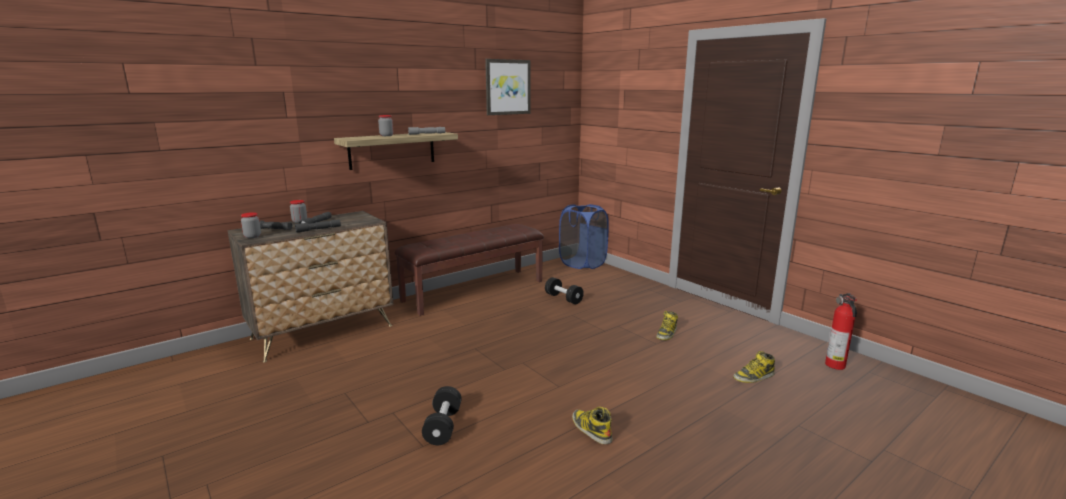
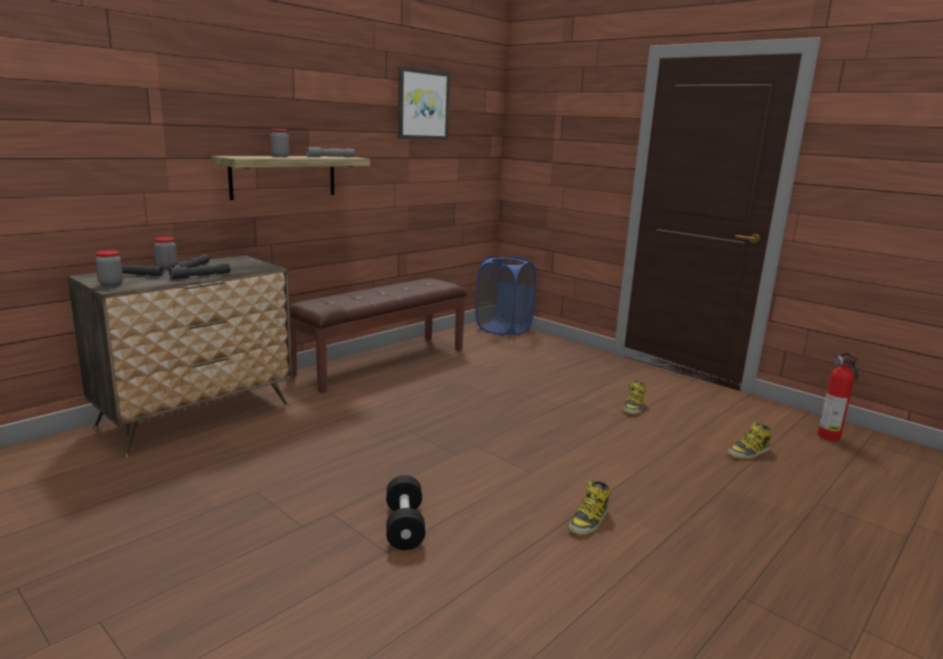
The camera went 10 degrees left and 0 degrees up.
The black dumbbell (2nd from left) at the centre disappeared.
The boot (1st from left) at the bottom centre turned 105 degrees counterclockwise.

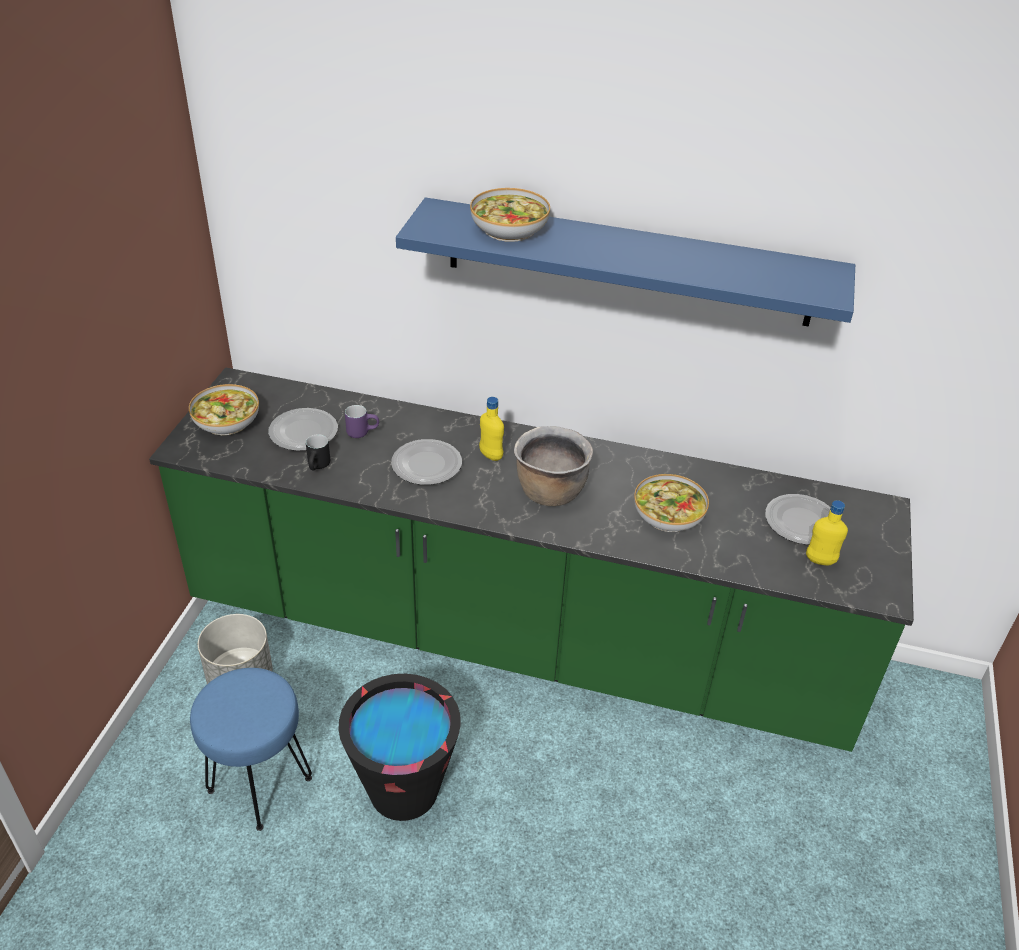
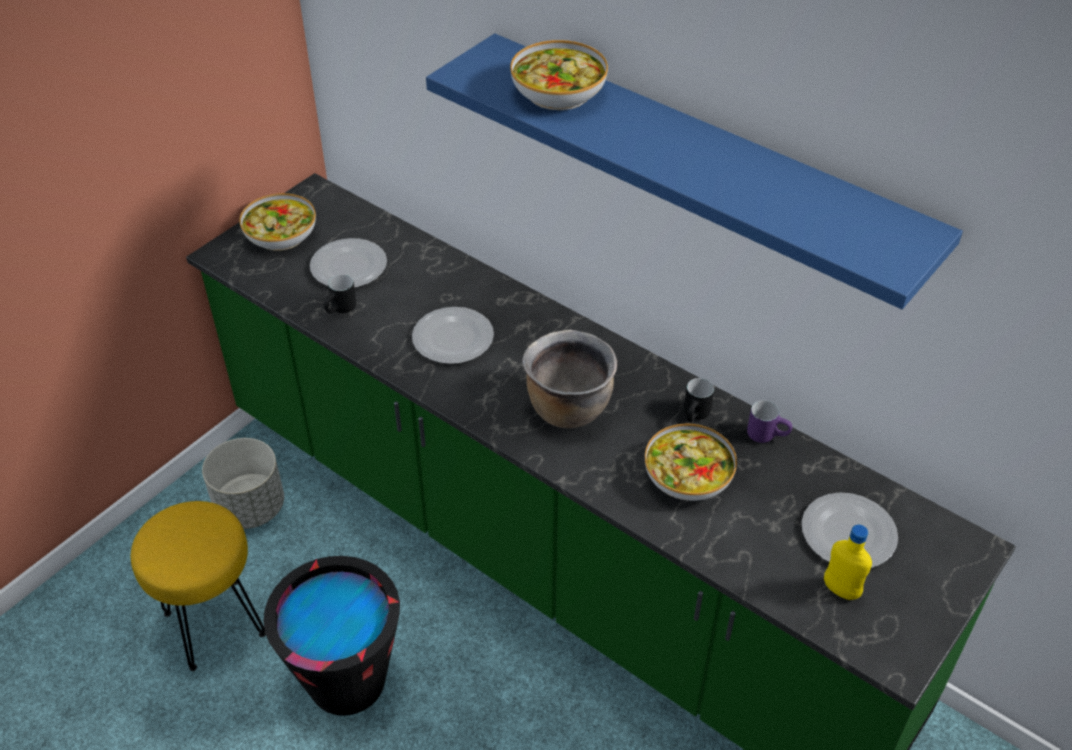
The camera went 25 degrees right and 5 degrees up.
The yellow bottle (1st from left) at the centre disappeared.
The black mug (2nd from left) at the centre appeared.
The purple mug moved from the centre to the middle right.
The blue stool at the bottom left became the yellow stool at the bottom left.

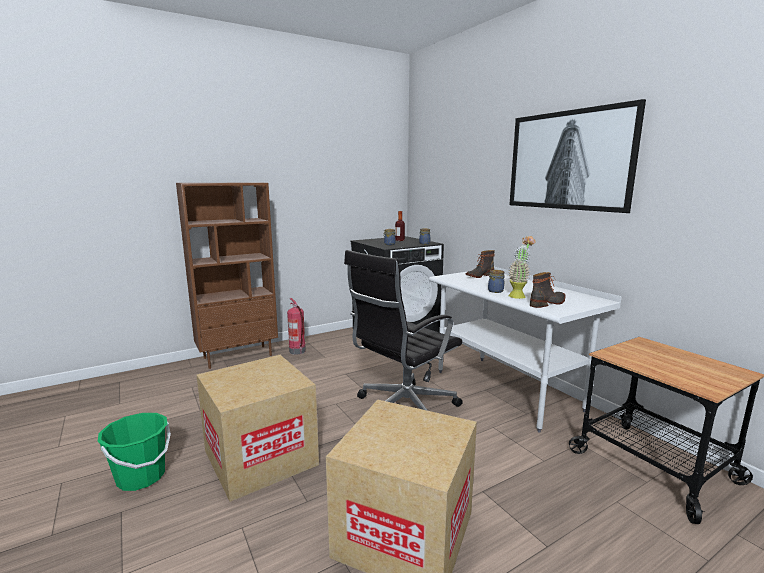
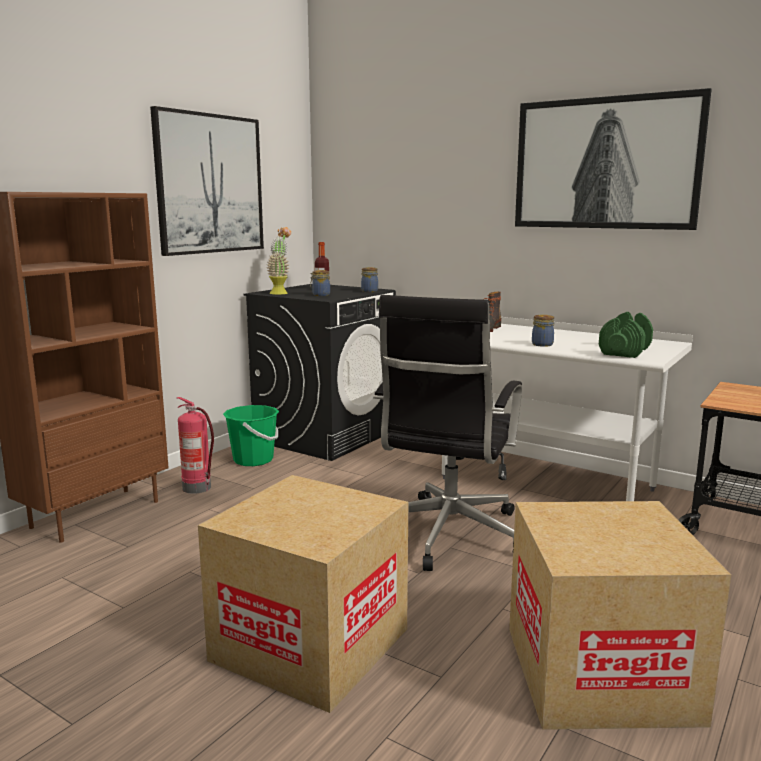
The camera went 25 degrees left and 0 degrees up.
The picture (1st from left) at the top left appeared.
The green bucket moved from the bottom left to the middle left.
The potted plant moved from the middle right to the centre.
The boot (2nd from left) at the middle right was replaced by the green dumbbell at the middle right.

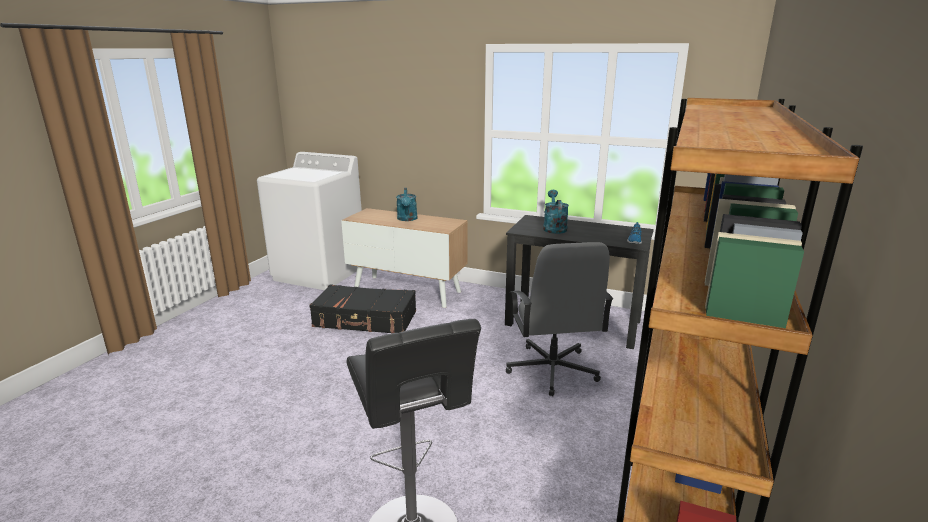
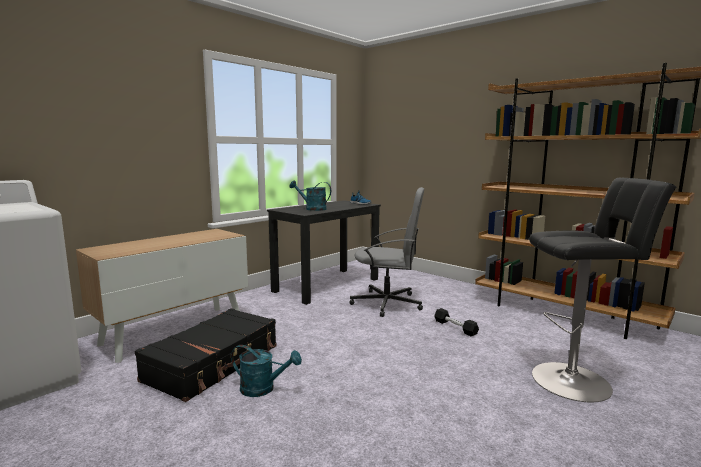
The camera went 70 degrees left and 10 degrees down.
The black dumbbell at the bottom centre appeared.
The turquoise watering can (1st from left) moved from the centre to the bottom centre.

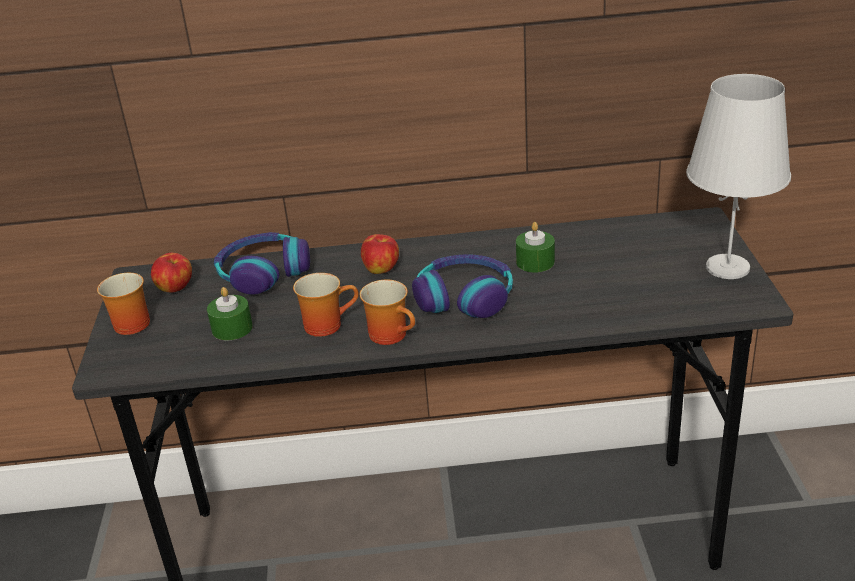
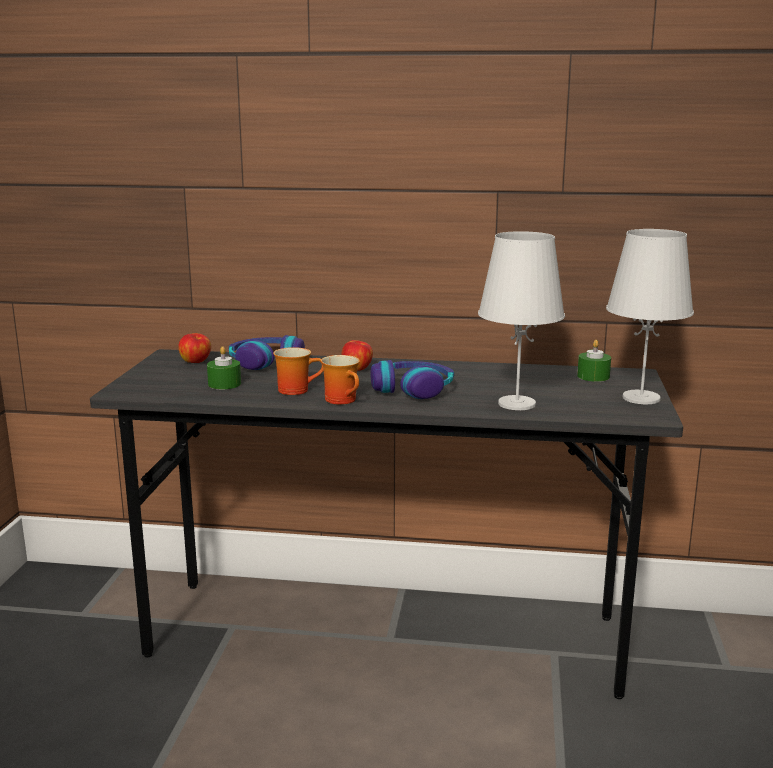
The camera went 10 degrees right and 15 degrees down.
The mug (1st from left) at the middle left disappeared.
The white table lamp (1st from left) at the middle right appeared.
The green candle (2nd from left) moved from the centre to the middle right.

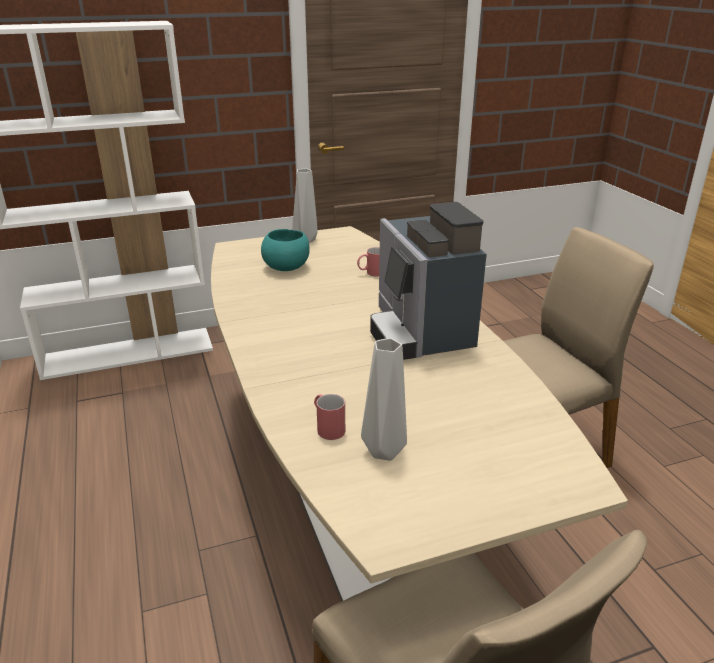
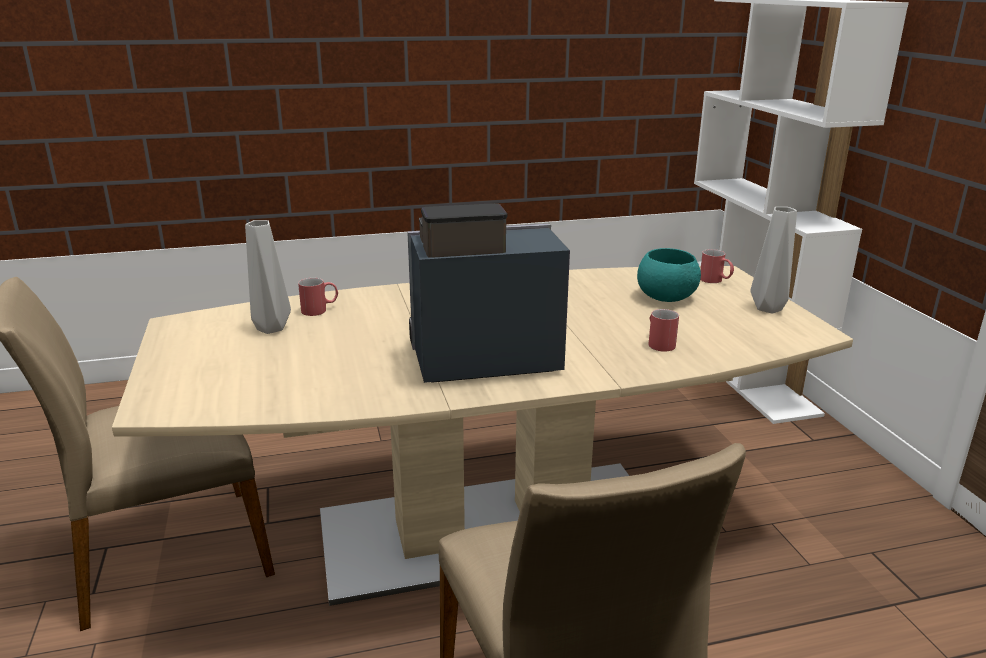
The camera went 95 degrees right and 5 degrees down.
The red mug (3rd from left) at the middle right appeared.

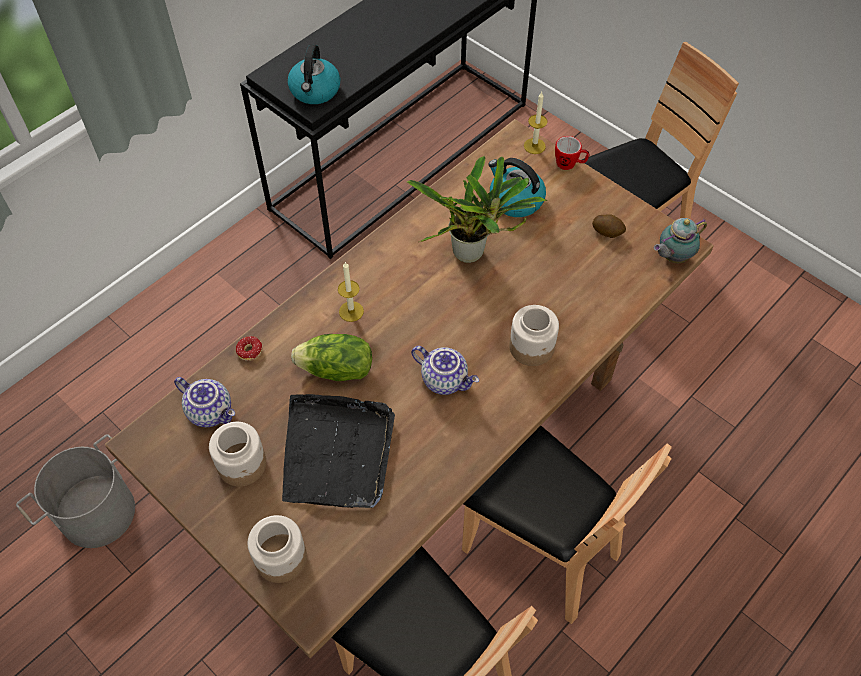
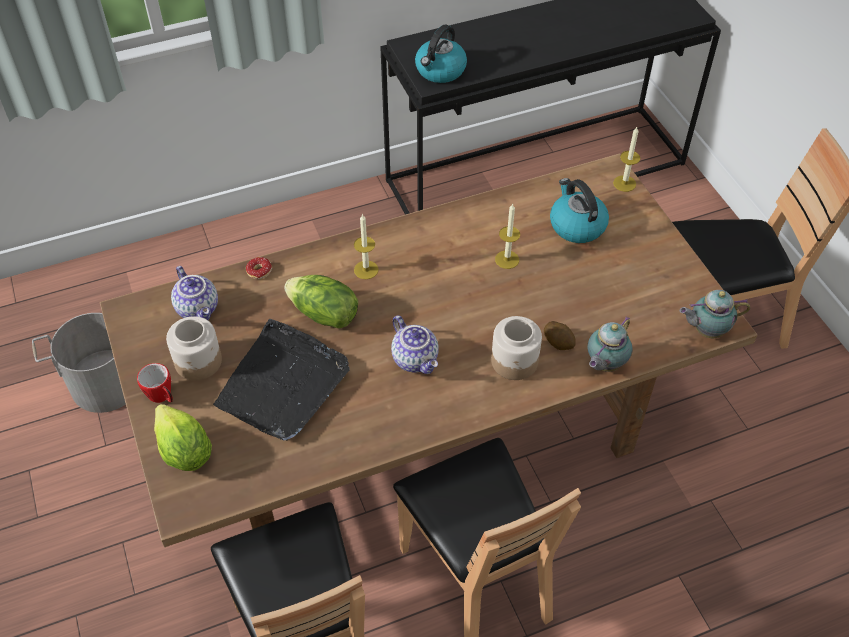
The camera went 25 degrees right and 5 degrees down.
The teapot (3rd from left) at the middle right appeared.
The mug moved from the top centre to the middle left.
The potato moved from the middle right to the centre.
The jar (2nd from left) at the bottom left was replaced by the lettuce (1st from left) at the bottom left.
The potted plant at the top centre was replaced by the candle (2nd from left) at the centre.

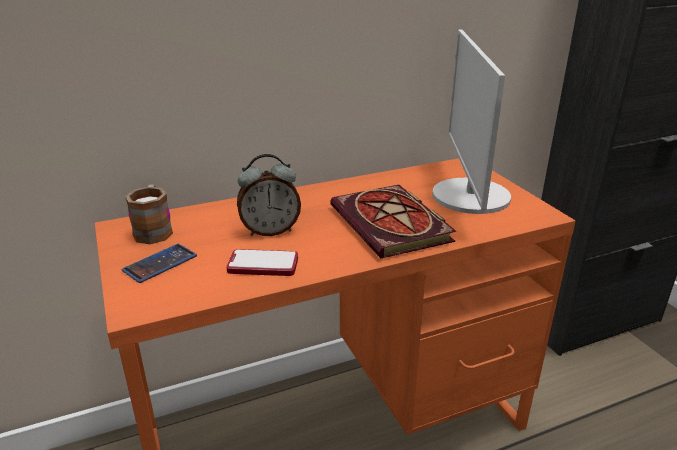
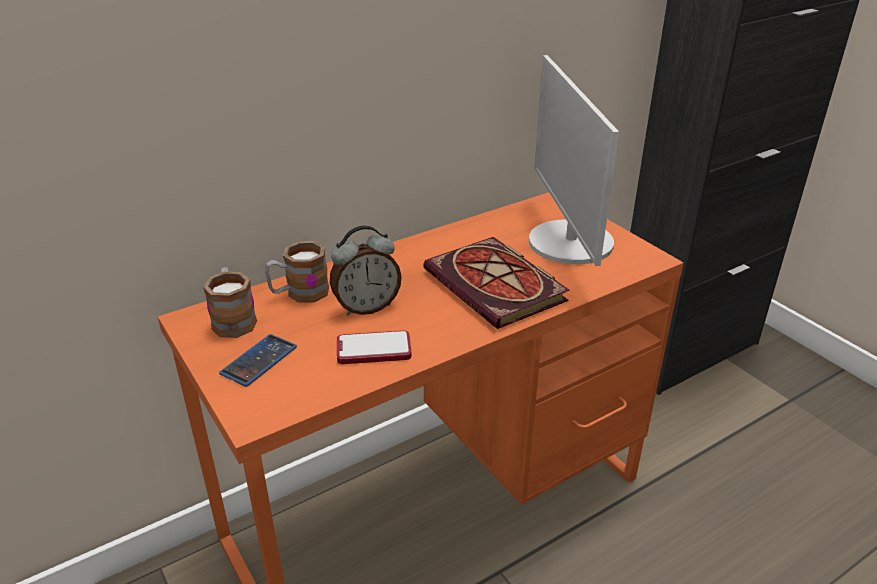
The camera went 10 degrees left and 5 degrees up.
The mug (2nd from left) at the centre appeared.

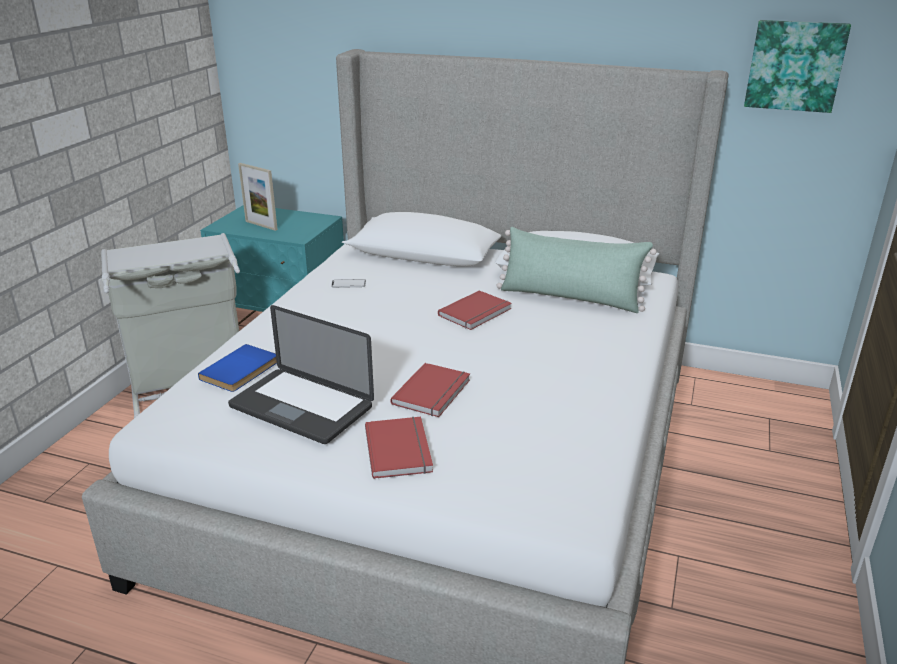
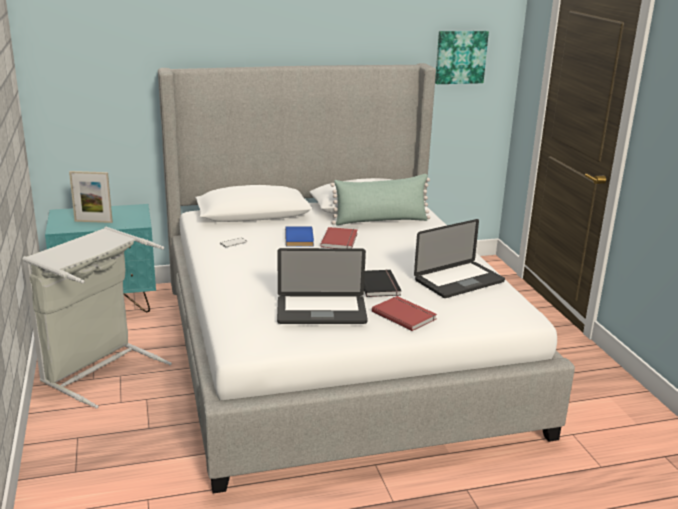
The camera went 35 degrees left and 5 degrees down.
The laptop (2nd from left) at the middle right appeared.
The blue book moved from the middle left to the centre.
The red book (2nd from left) at the centre became the black book at the centre.

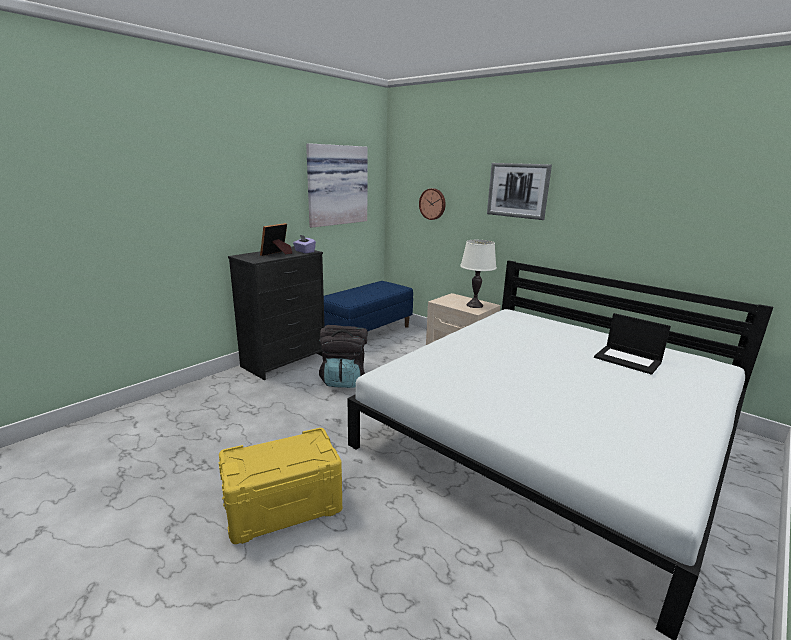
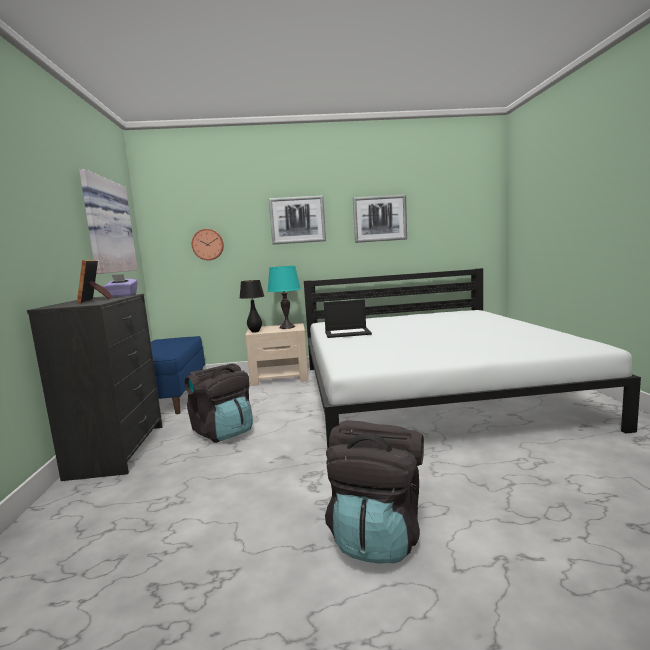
The camera went 45 degrees left and 10 degrees down.
The black table lamp at the centre appeared.
The picture (3rd from left) at the centre appeared.
The laptop moved from the middle right to the centre.
The yellow storage box at the bottom centre was replaced by the black backpack (2nd from left) at the bottom centre.
The white table lamp at the centre became the turquoise table lamp at the centre.

